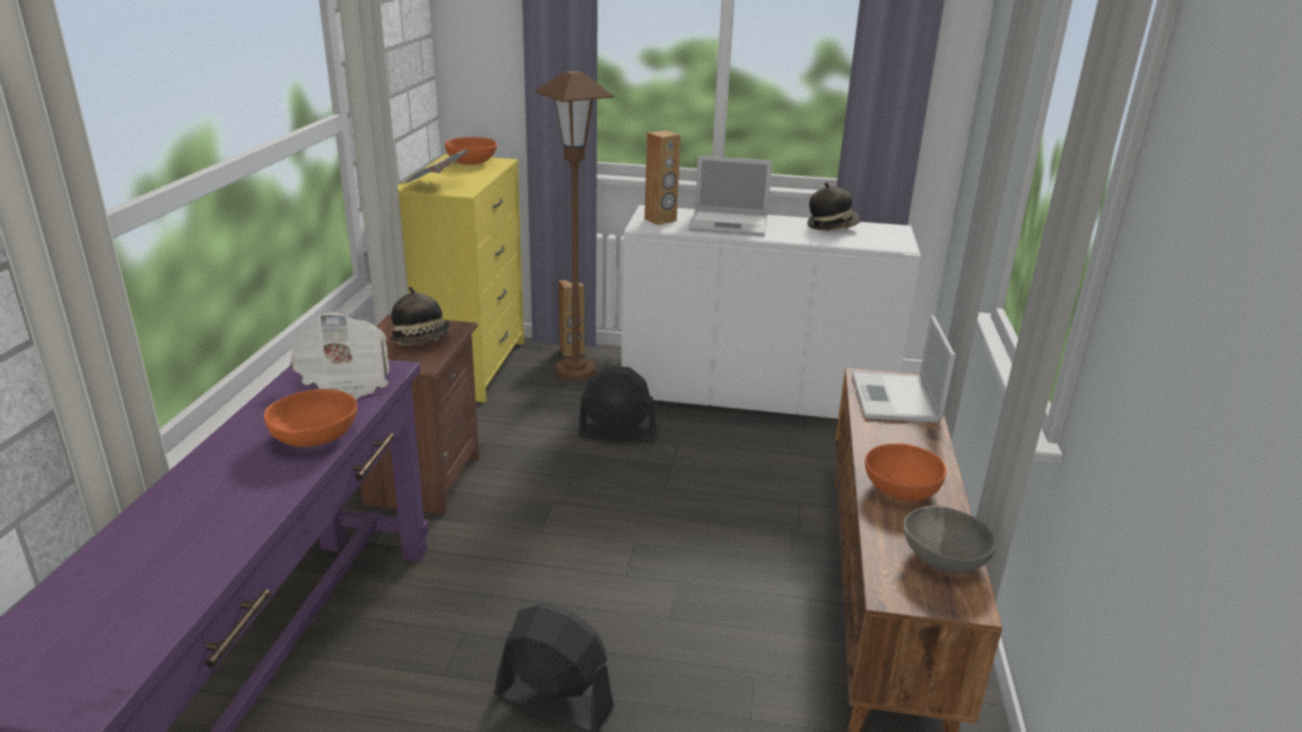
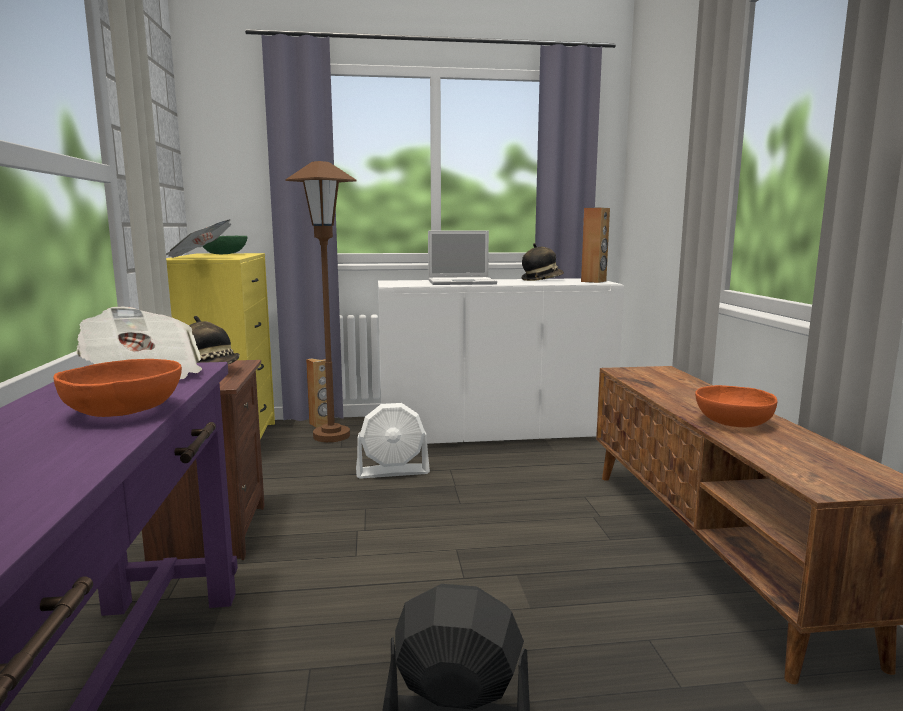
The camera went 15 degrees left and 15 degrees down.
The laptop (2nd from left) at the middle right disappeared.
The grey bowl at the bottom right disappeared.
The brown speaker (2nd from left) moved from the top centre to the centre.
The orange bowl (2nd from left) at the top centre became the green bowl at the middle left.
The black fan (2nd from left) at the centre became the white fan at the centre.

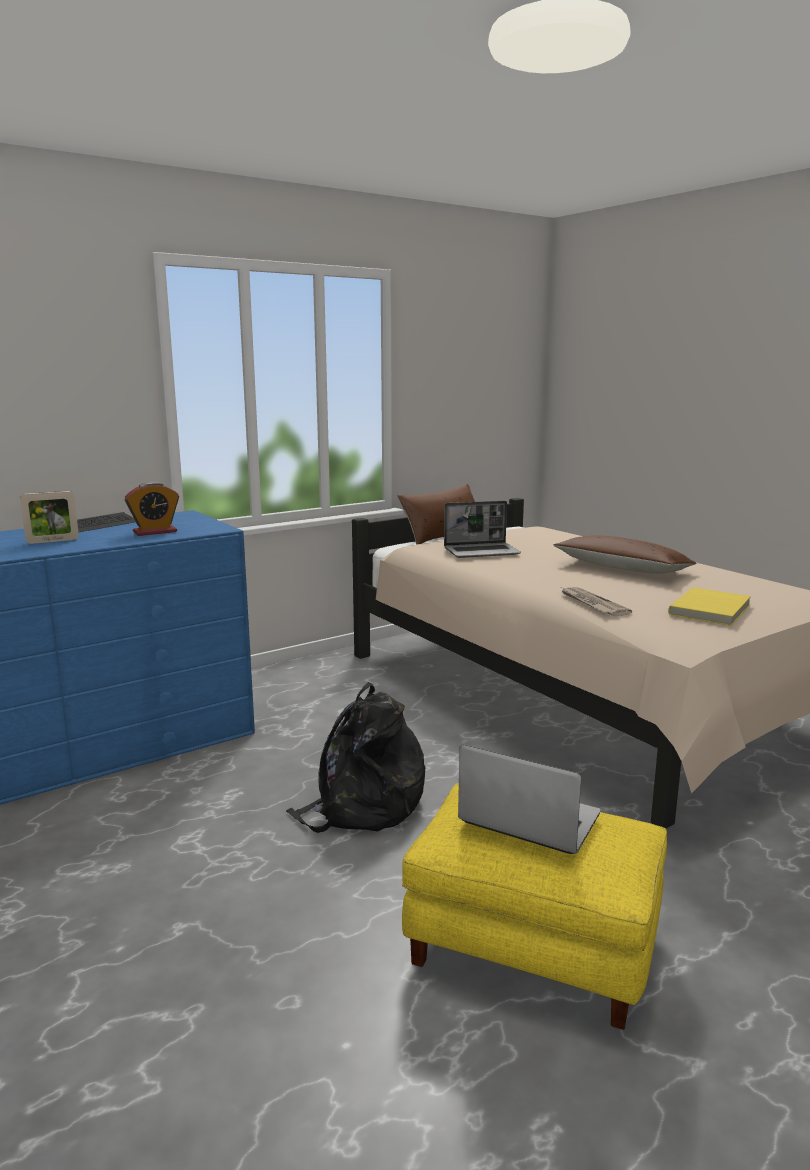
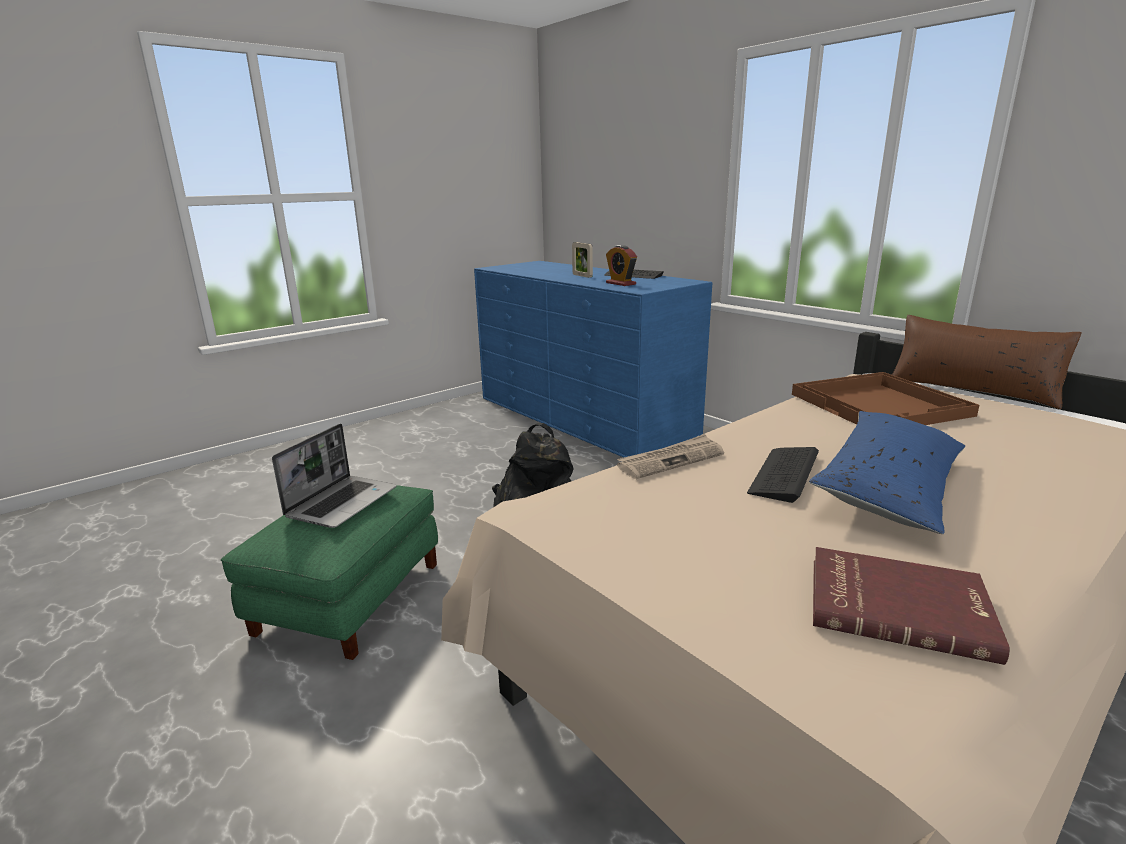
The camera went 85 degrees right and 5 degrees up.
The yellow book at the middle right disappeared.
The keyboard (2nd from left) at the middle right appeared.
The red book at the bottom right appeared.
The laptop (1st from left) at the centre was replaced by the brown tray at the middle right.
The yellow ottoman at the bottom centre became the green ottoman at the bottom left.
The brown pillow (2nd from left) at the middle right became the blue pillow at the middle right.

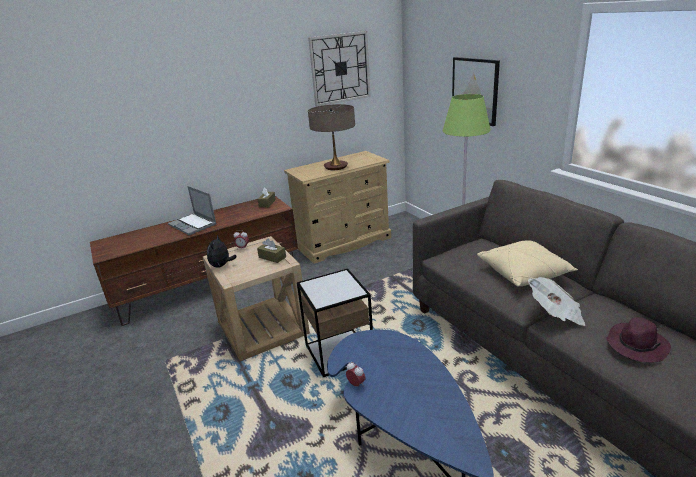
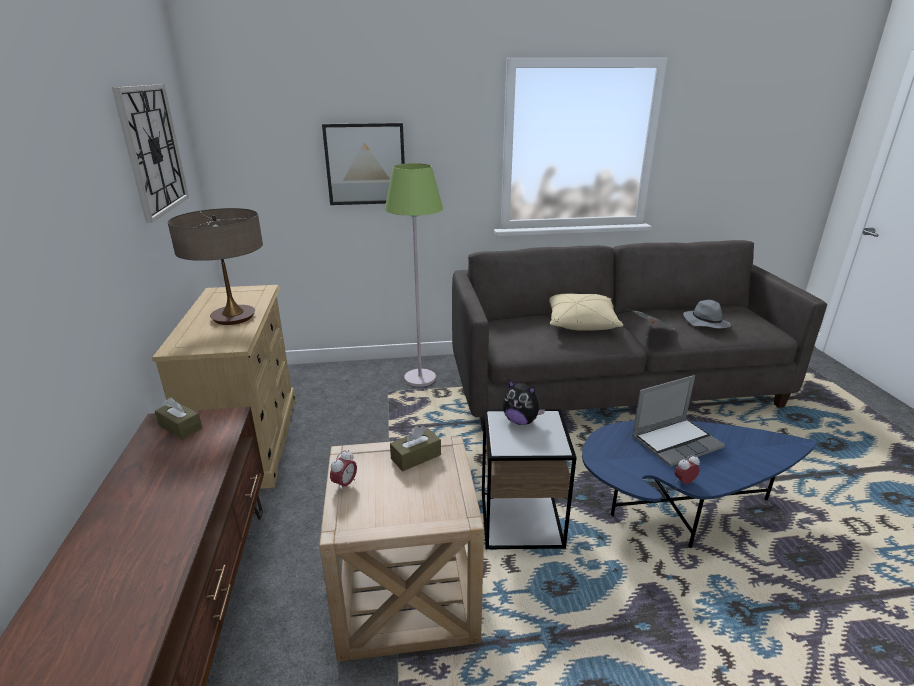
The camera went 70 degrees left and 0 degrees up.
The laptop moved from the middle left to the middle right.
The plush toy moved from the middle left to the centre.
The purple hat at the bottom right became the grey hat at the middle right.

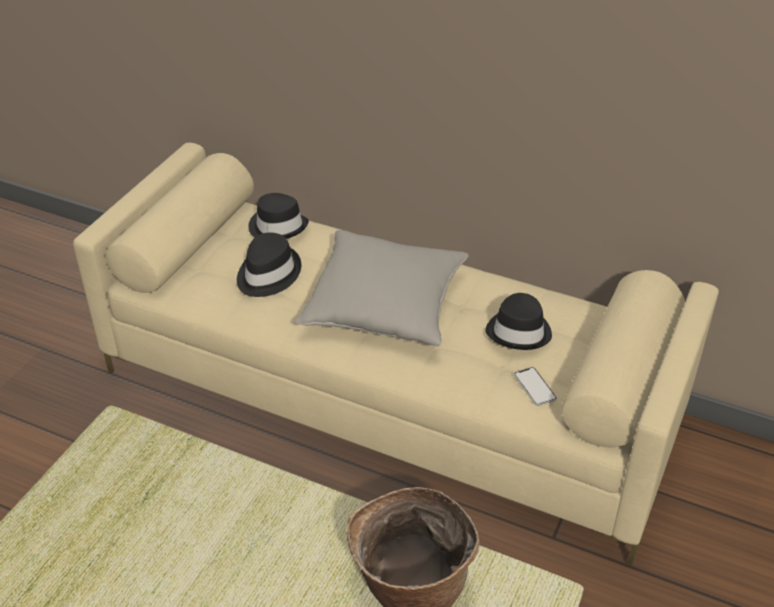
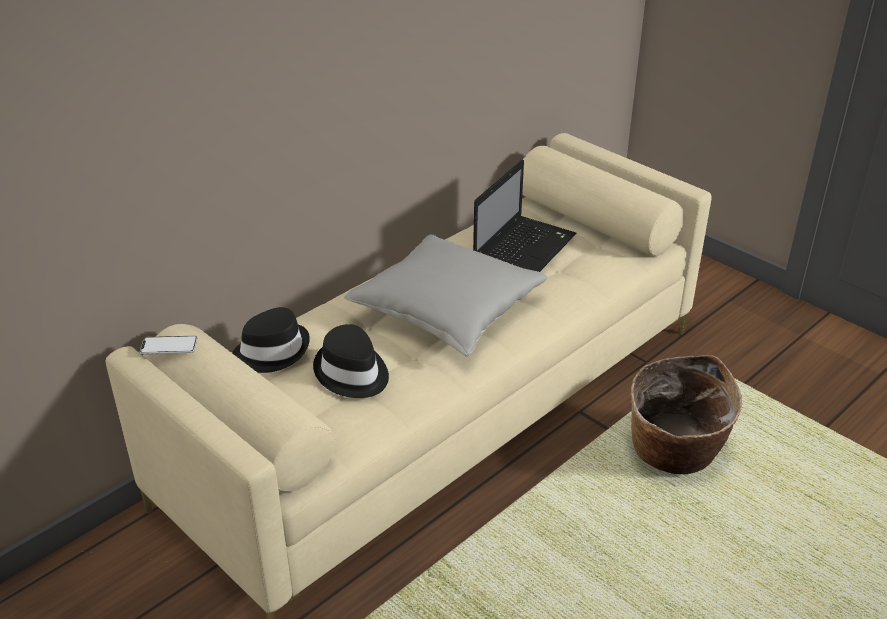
The camera went 70 degrees left and 5 degrees down.
The phone moved from the middle right to the middle left.
The black hat (3rd from left) at the middle right was replaced by the laptop at the centre.

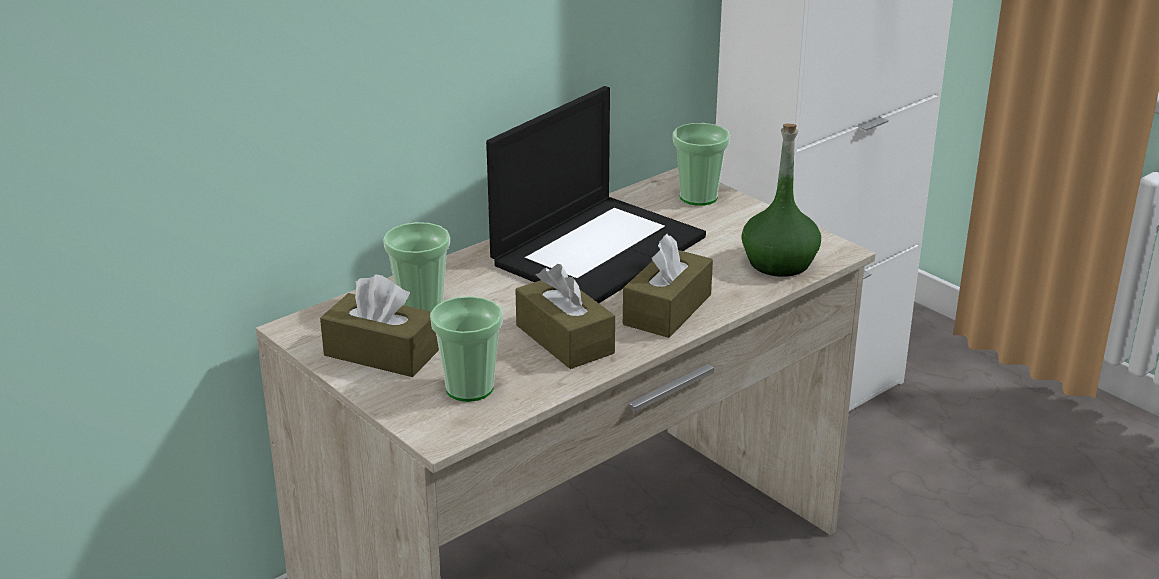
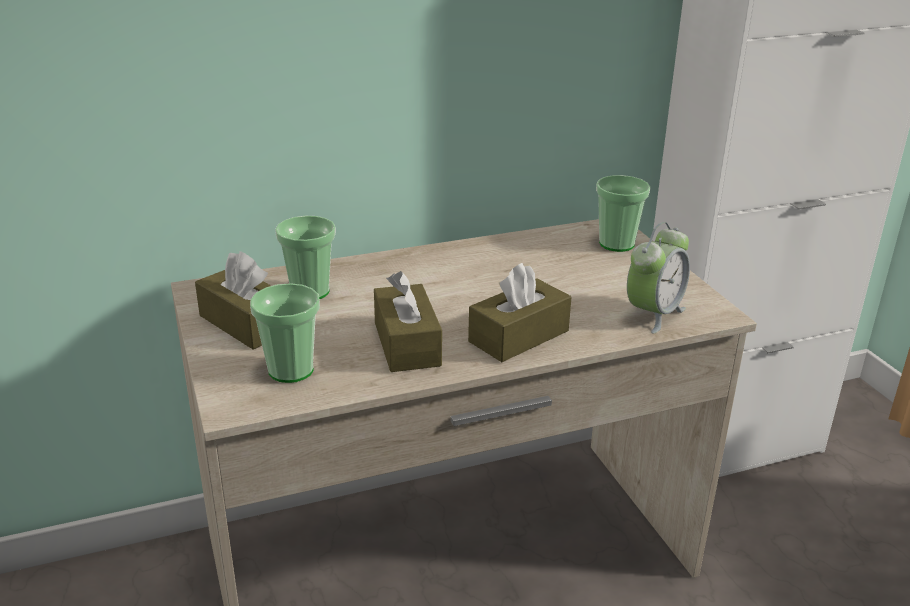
The camera went 20 degrees right and 0 degrees up.
The laptop at the centre disappeared.
The green bottle at the middle right was replaced by the alarm clock at the middle right.

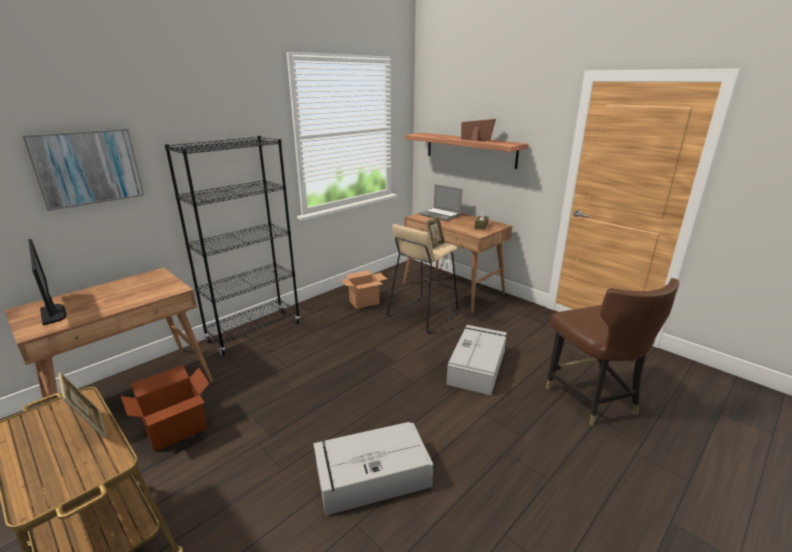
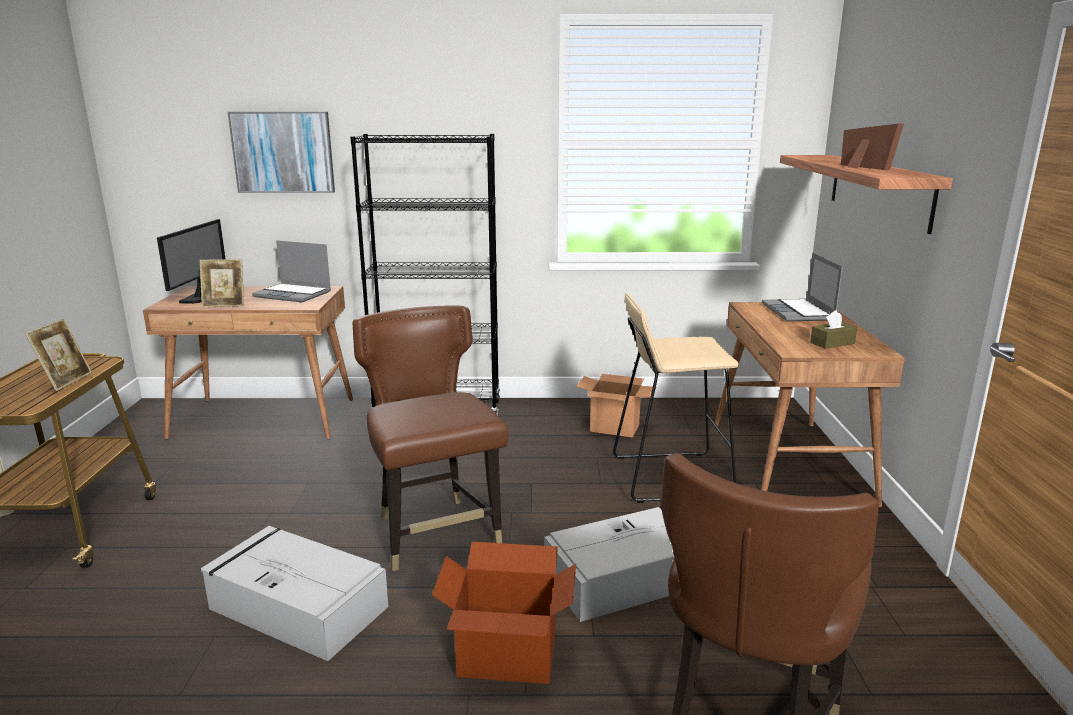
The camera went 45 degrees right and 5 degrees down.
The laptop (1st from left) at the middle left appeared.
The brown chair (1st from left) at the centre appeared.
The cardboard box (1st from left) moved from the bottom left to the bottom centre.
The picture frame (2nd from left) moved from the centre to the middle left.

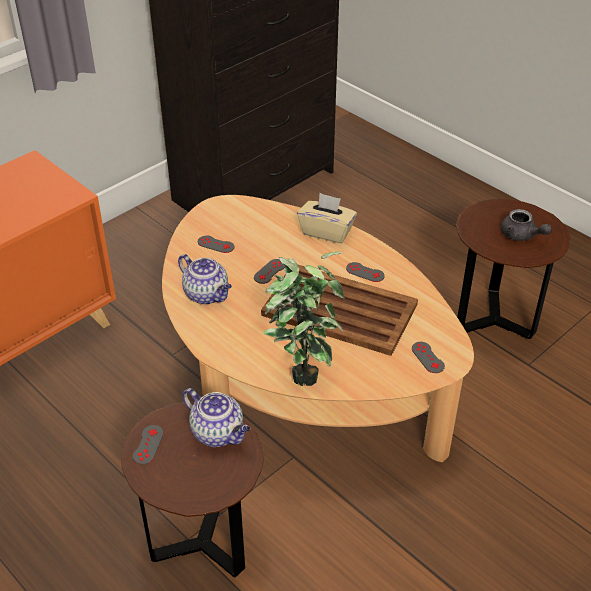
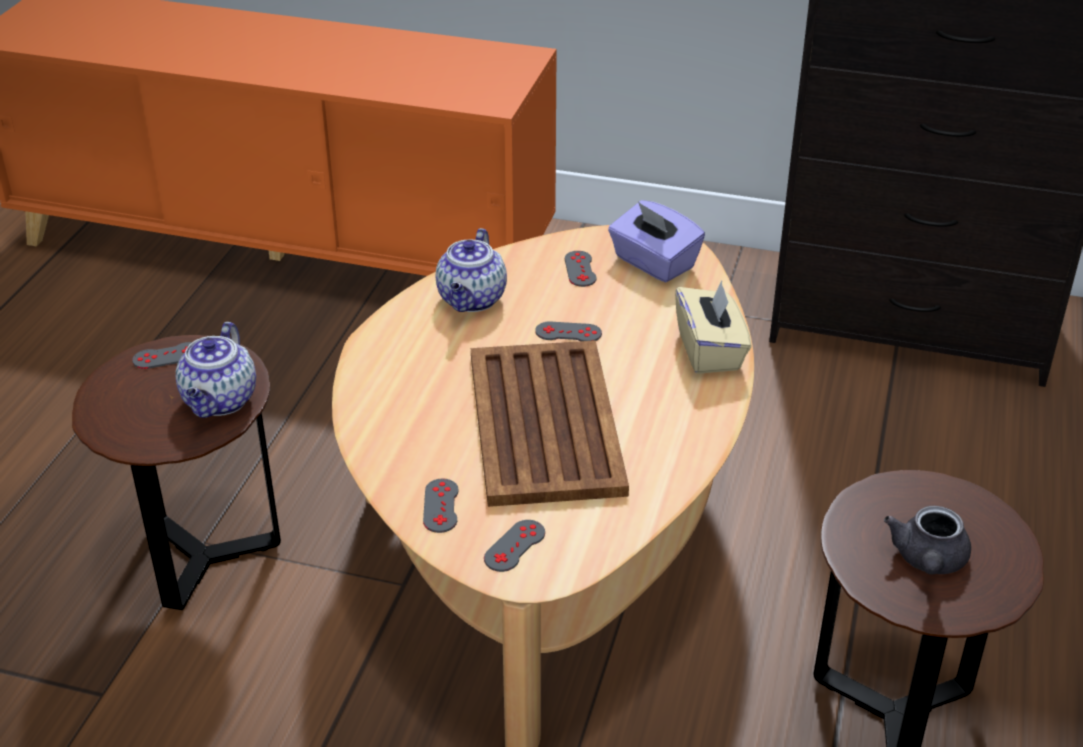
The camera went 60 degrees right and 5 degrees down.
The potted plant at the centre disappeared.
The purple tissue box at the top centre appeared.
The grey game controller (4th from left in the first image) moved from the centre to the bottom centre.

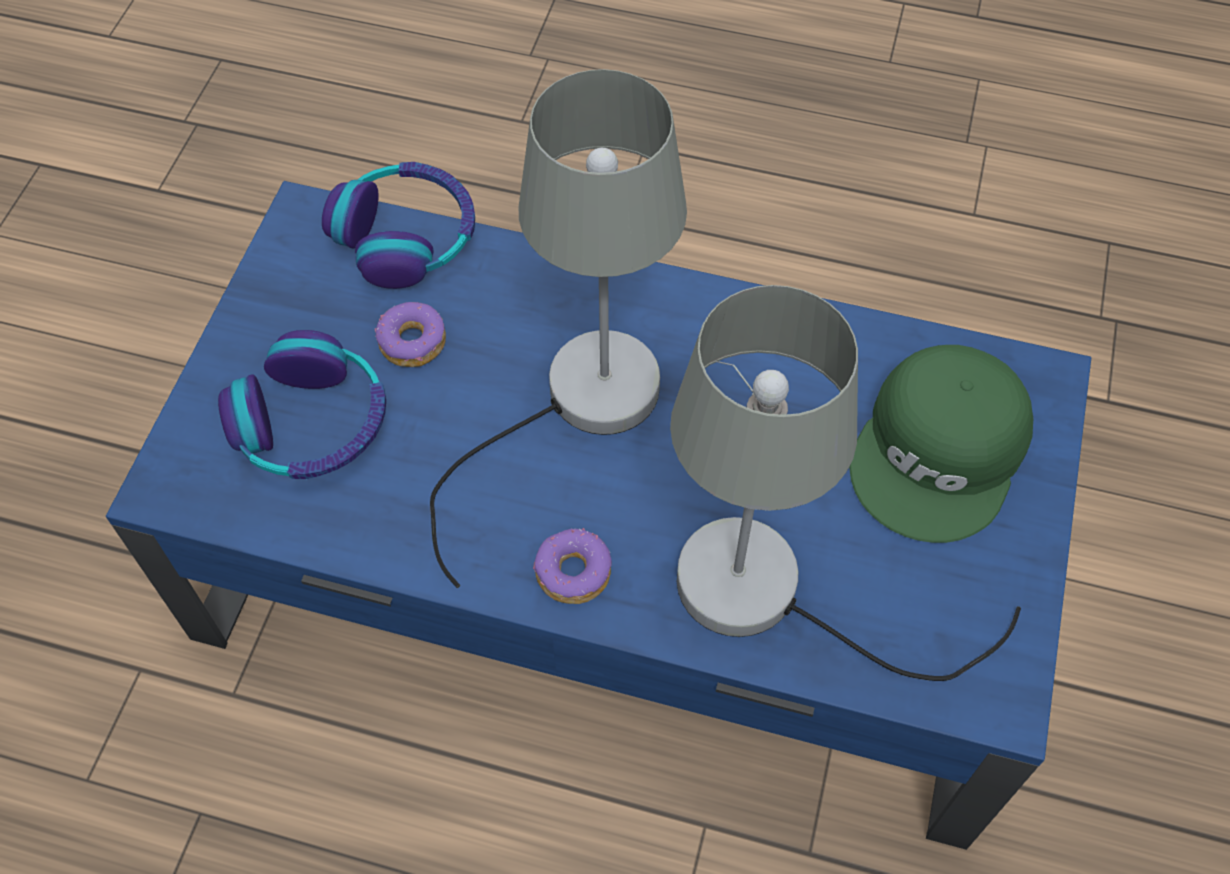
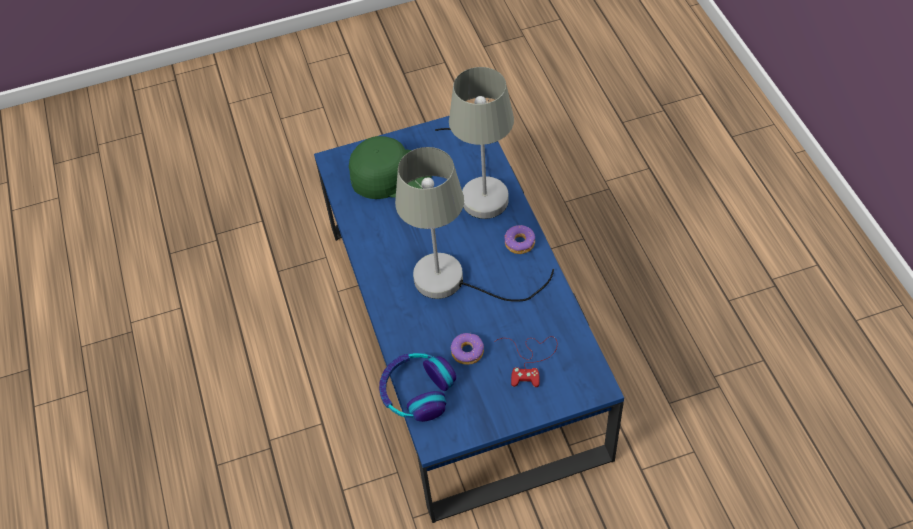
The camera went 120 degrees left and 5 degrees down.
The headphones (1st from left) at the middle left was replaced by the red game controller at the bottom centre.

